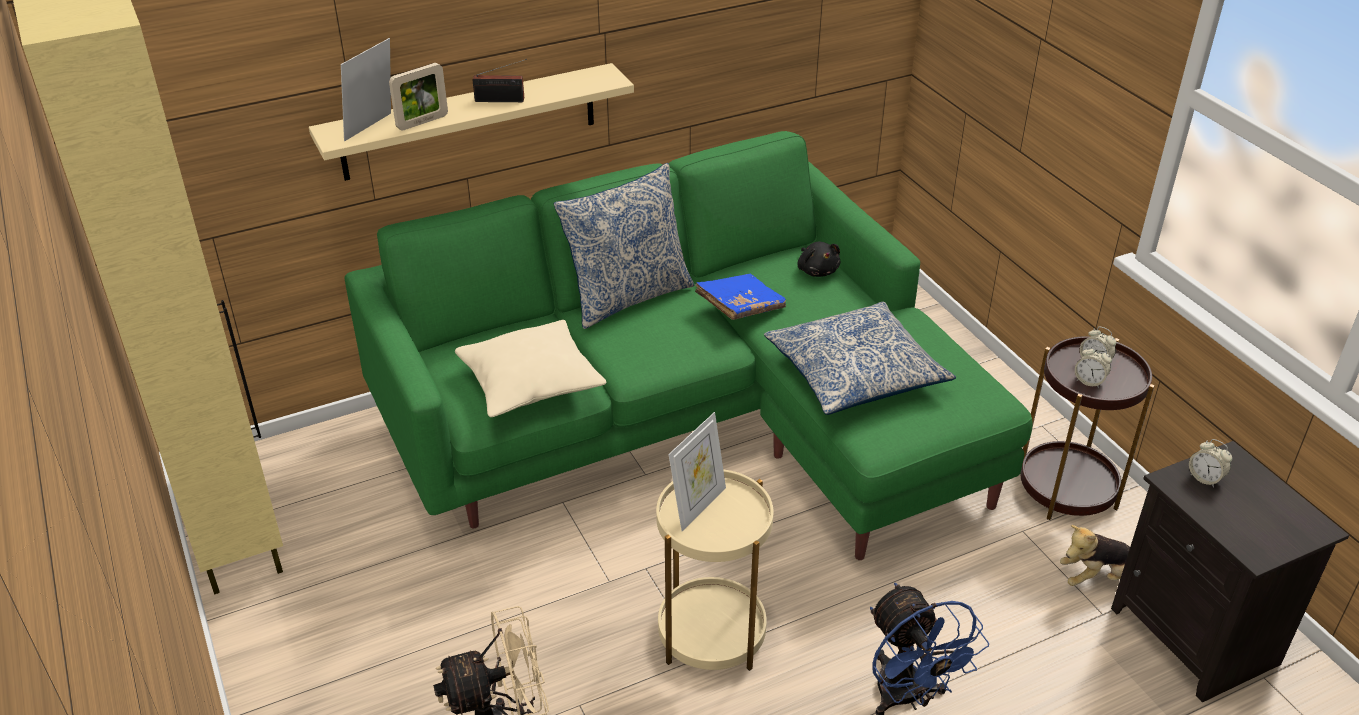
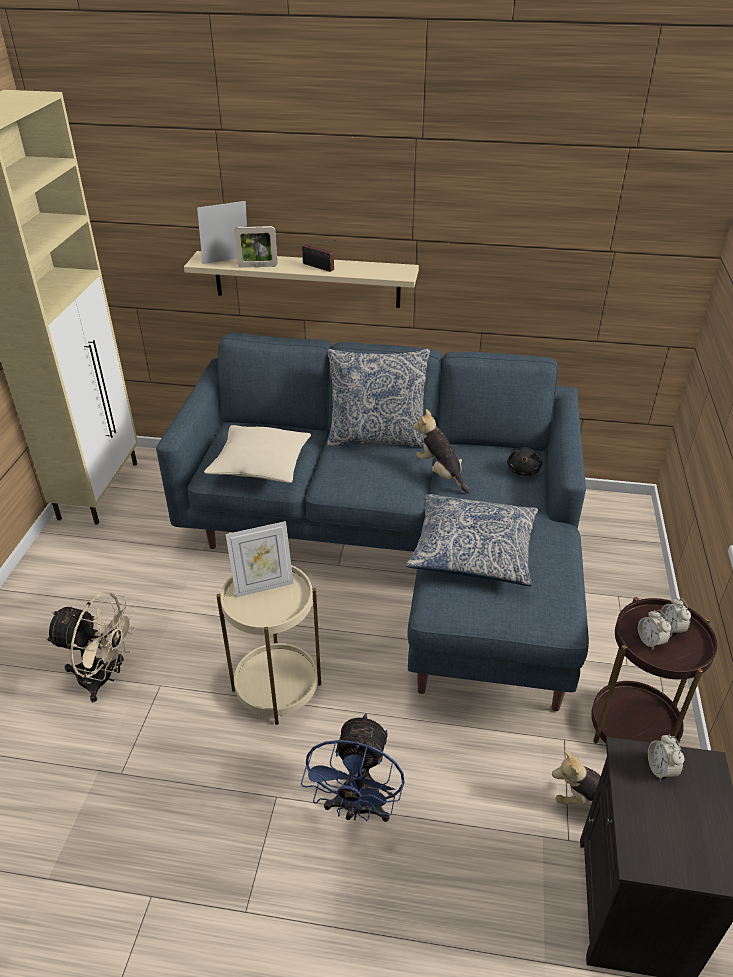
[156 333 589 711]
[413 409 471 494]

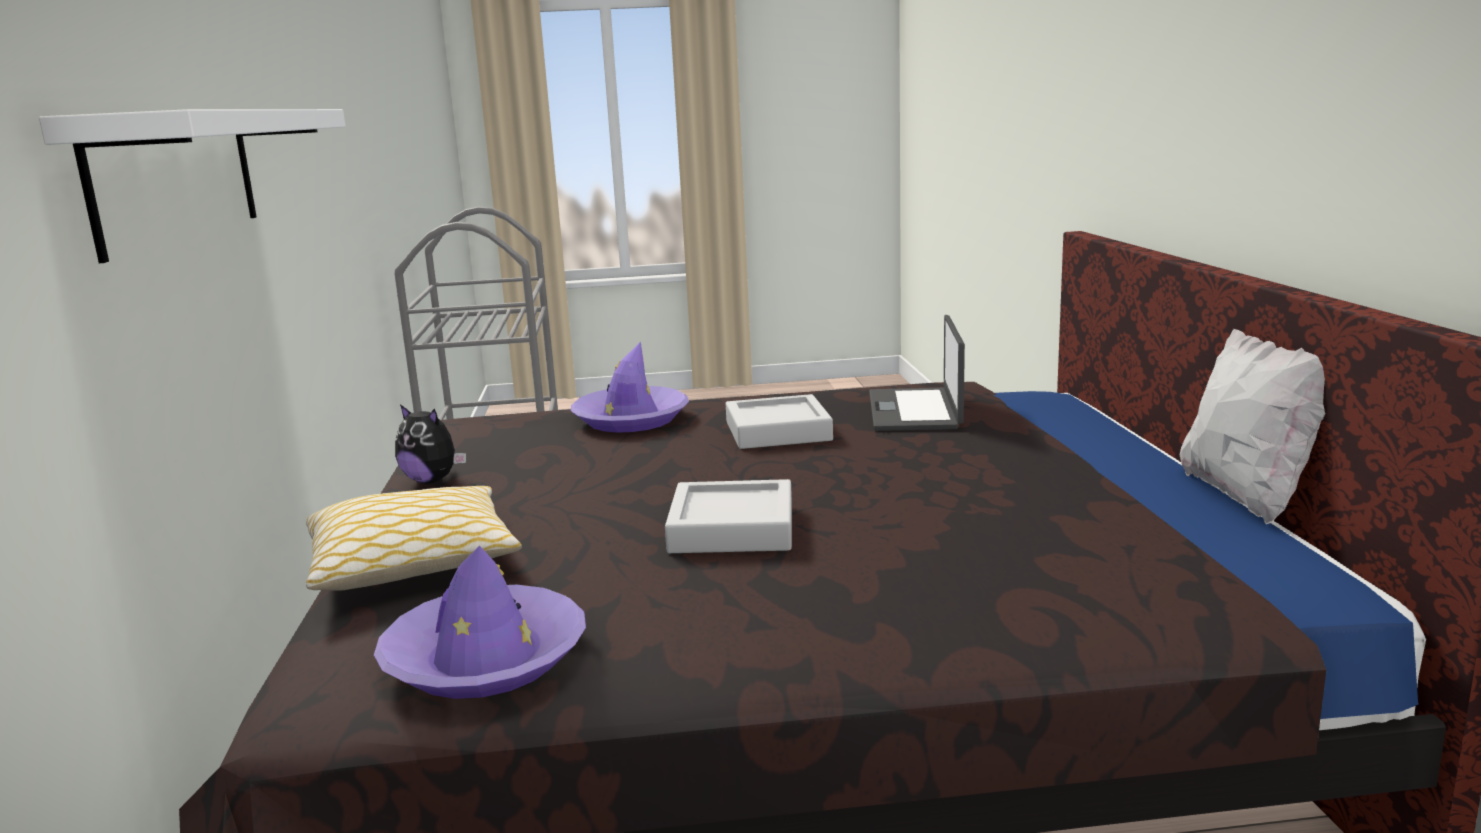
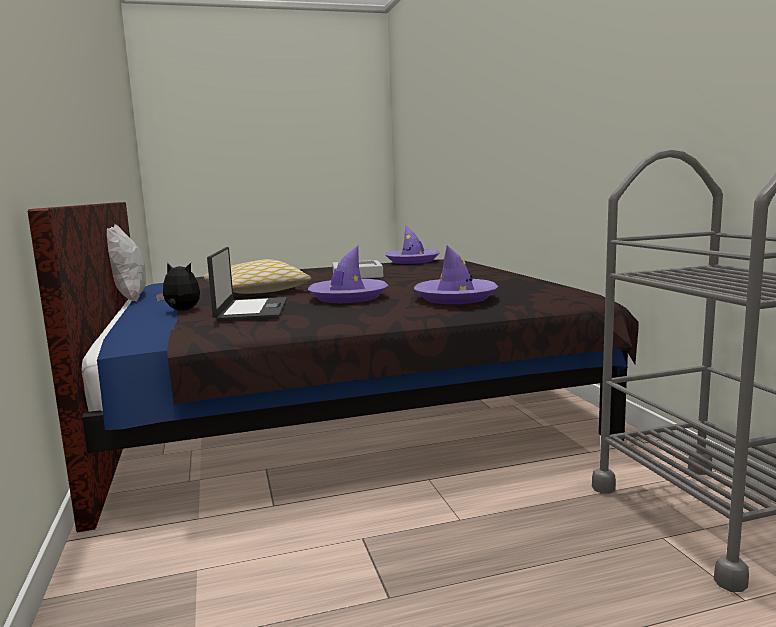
[156 262 200 311]
[204 259 311 294]
[308 246 388 303]
[39 109 345 263] (first image)

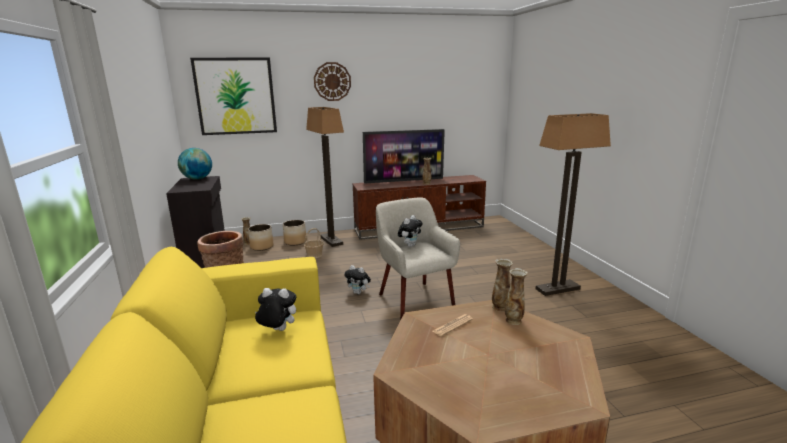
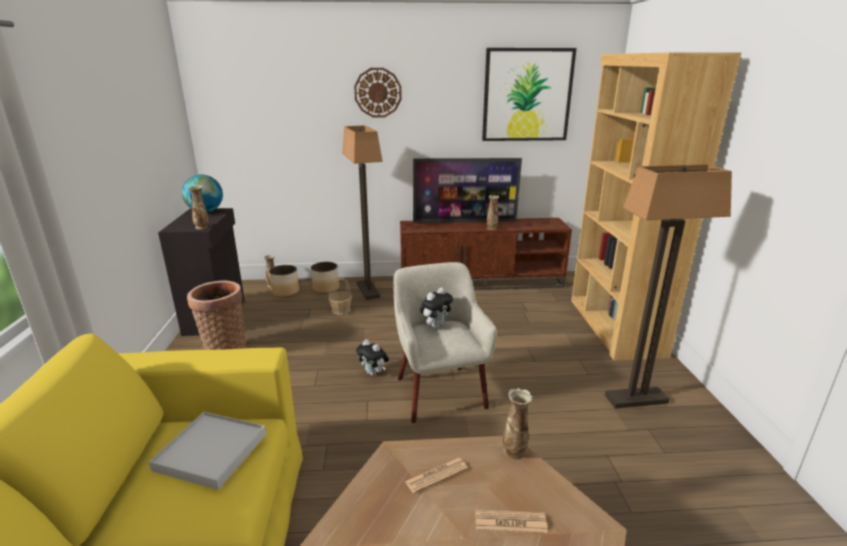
[149 412 266 490]
[188 186 208 229]
[475 510 548 533]
[482 48 576 141]
[571 52 741 361]

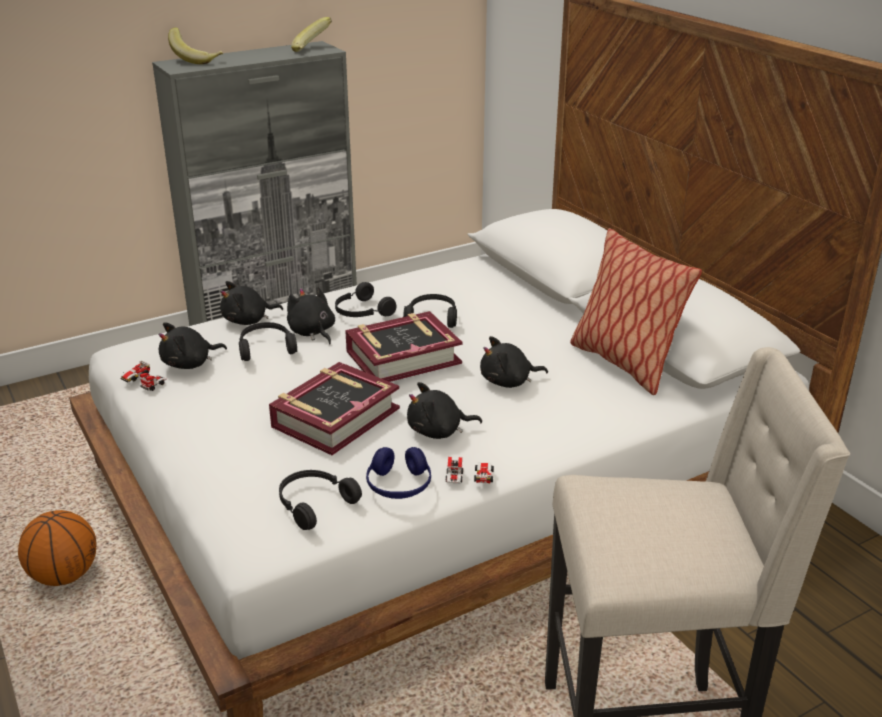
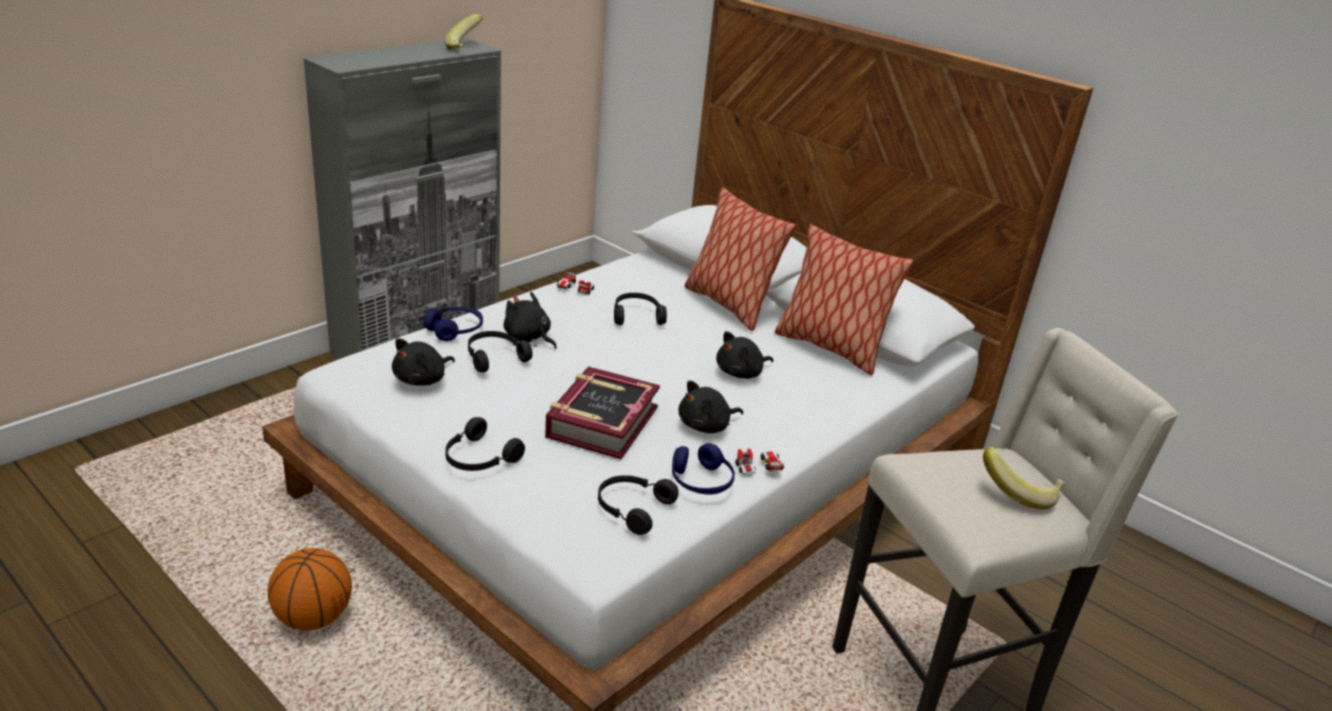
[424 307 483 341]
[445 417 525 471]
[557 272 595 295]
[685 188 797 331]
[983 447 1066 510]
[345 311 462 382] (first image)

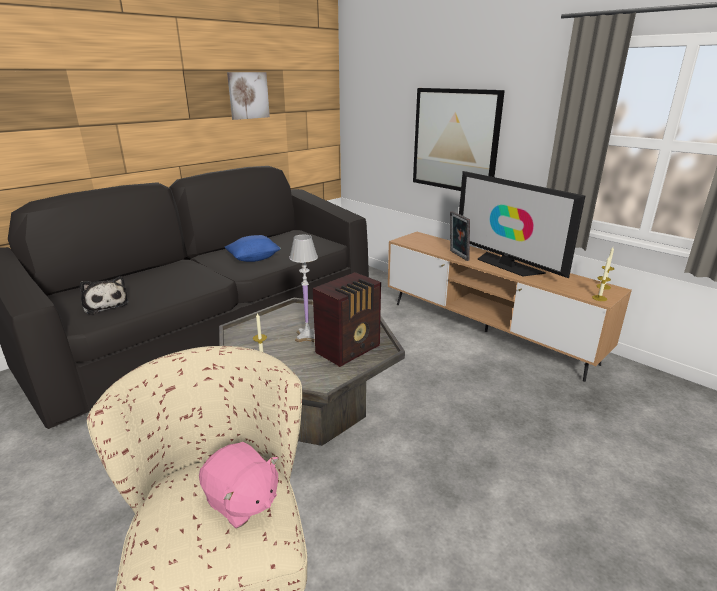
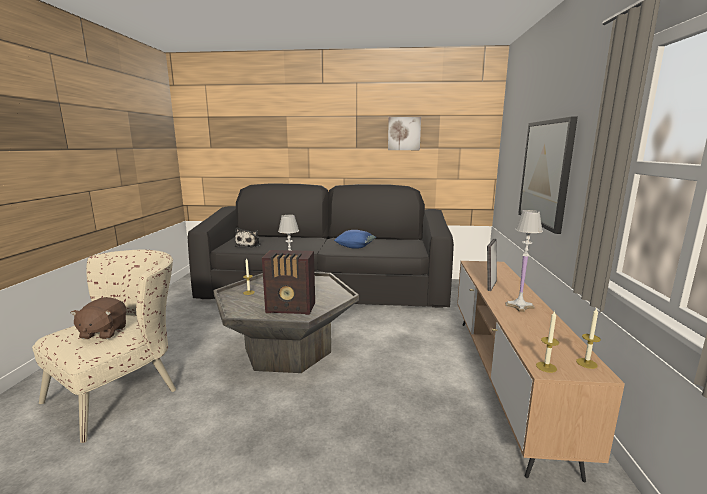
[70 297 127 339]
[505 210 543 312]

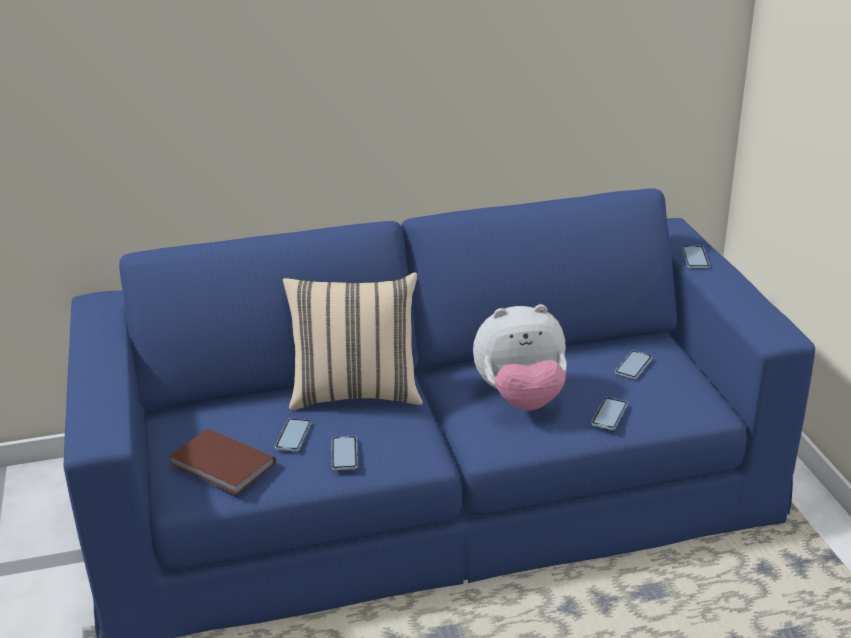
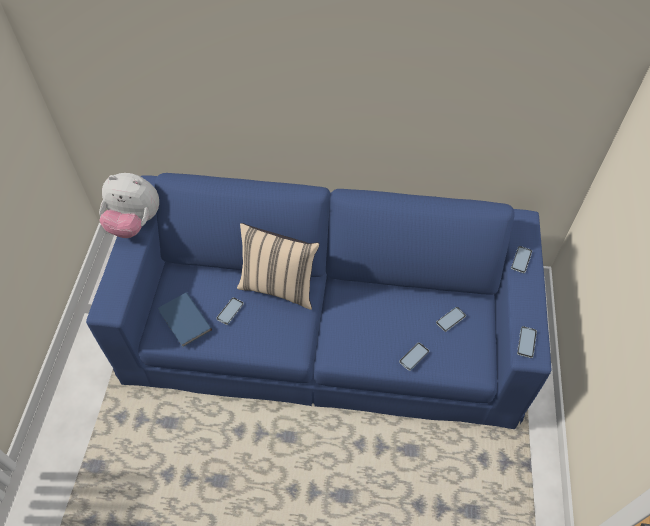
[99 173 159 238]
[158 293 212 347]
[517 326 537 358]

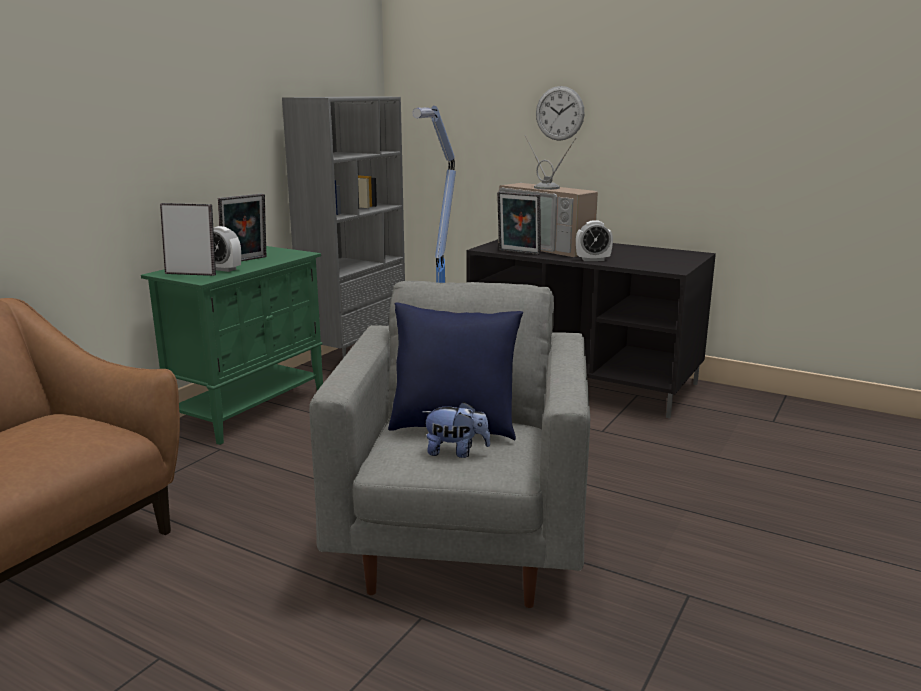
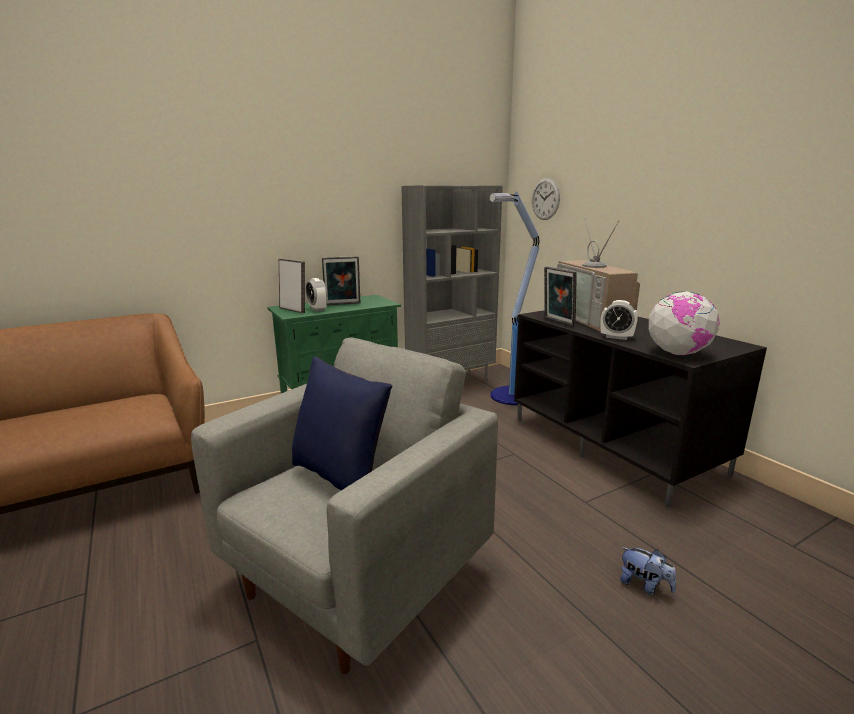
[532 178 560 220]
[620 547 676 595]
[649 291 719 355]

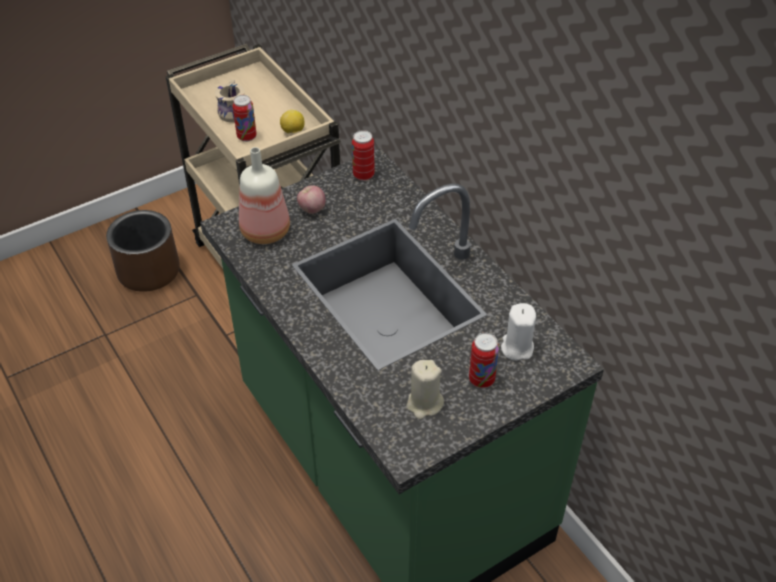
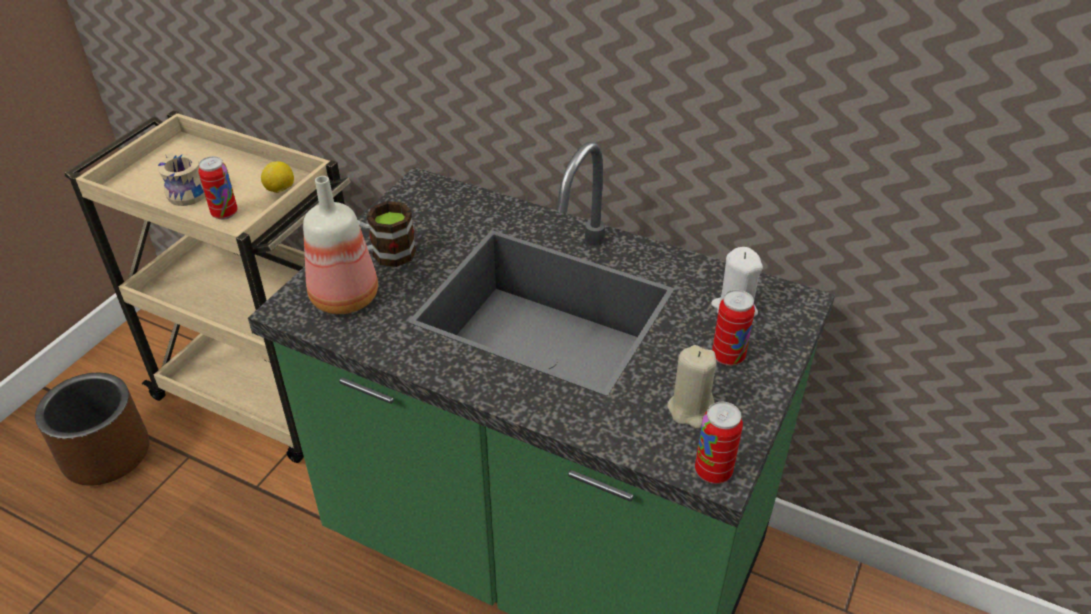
[358 201 417 267]
[695 402 743 484]

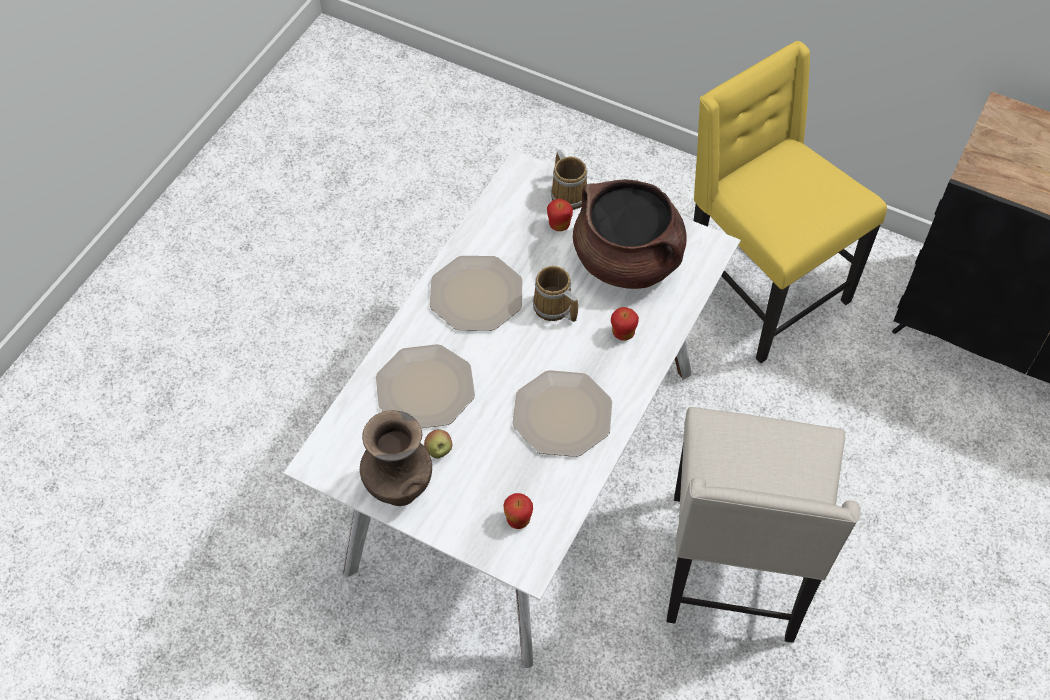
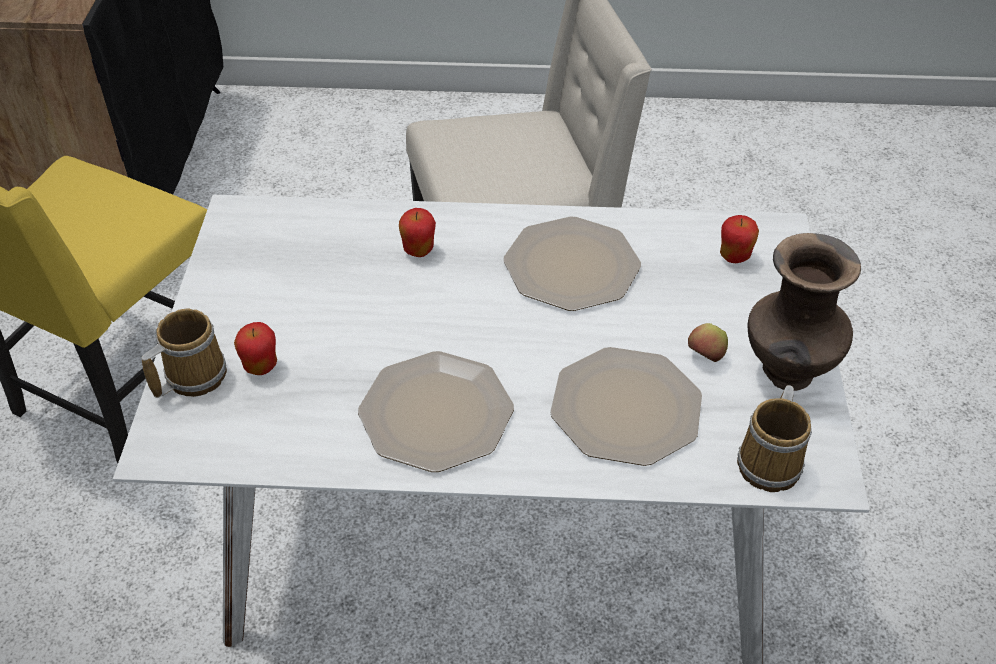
[737 385 812 492]
[573 179 687 289] (first image)

